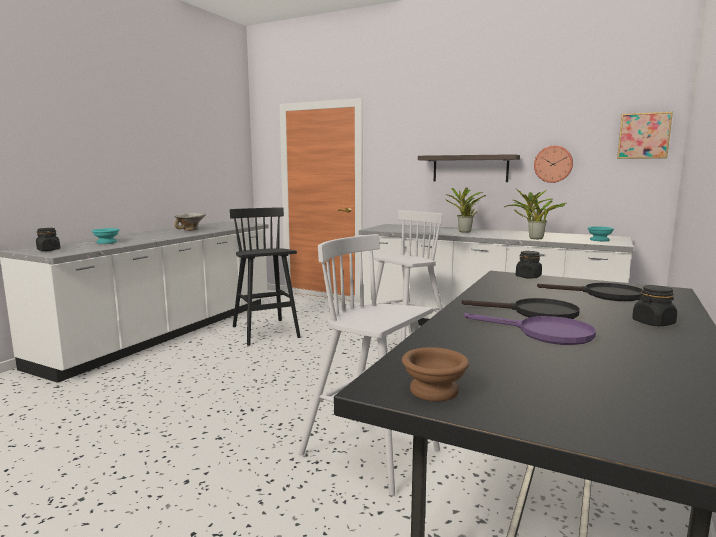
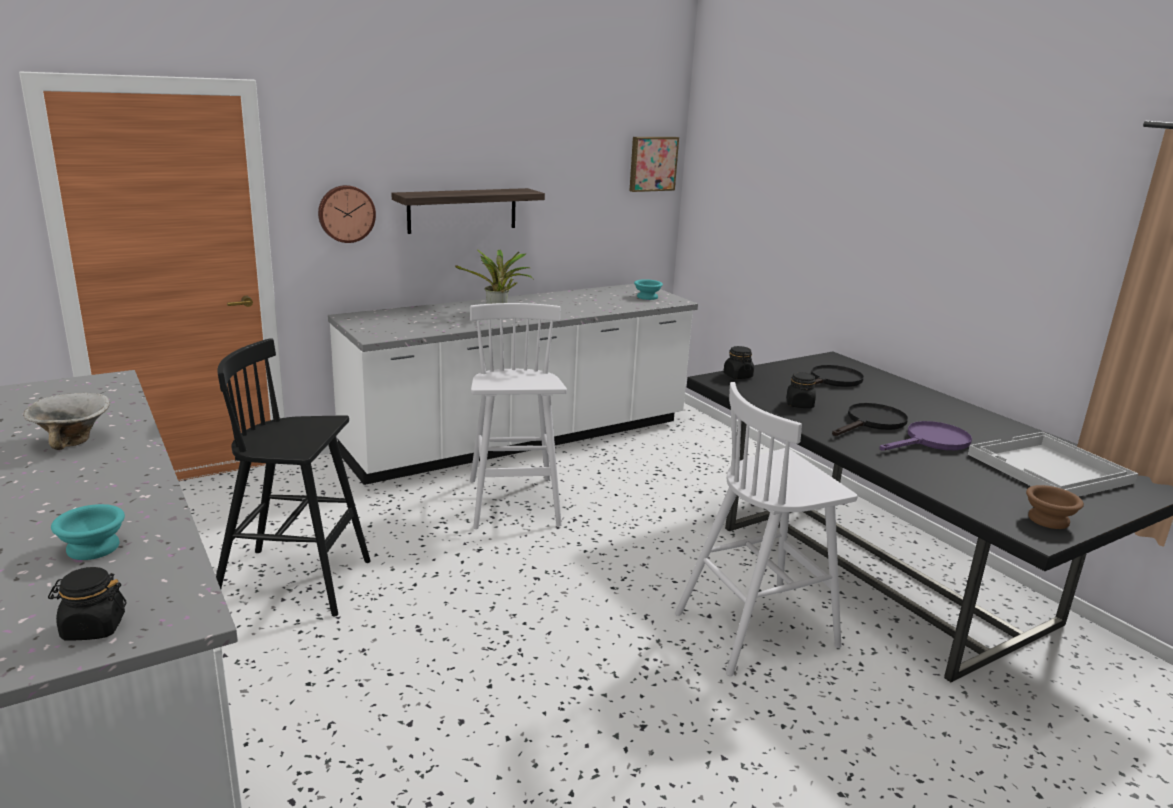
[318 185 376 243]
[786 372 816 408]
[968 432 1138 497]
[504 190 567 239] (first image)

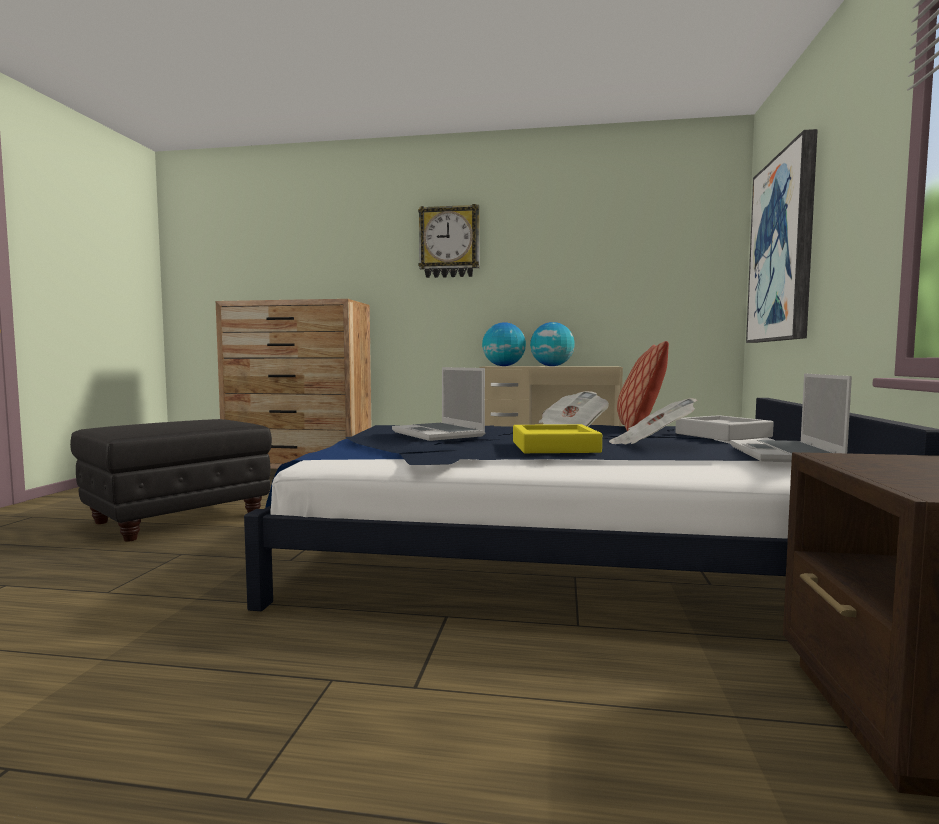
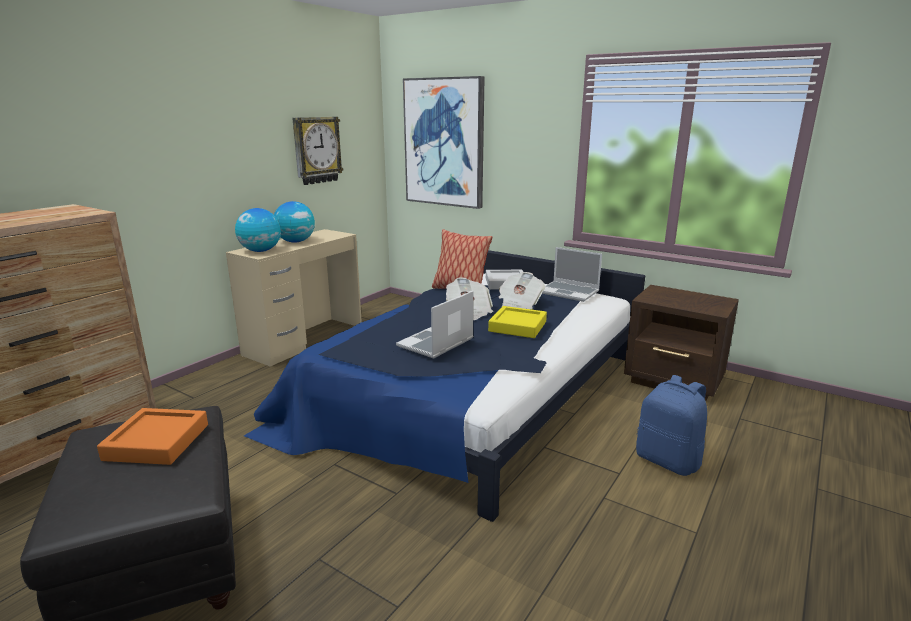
[97 408 208 465]
[292 117 343 185]
[396 291 473 359]
[636 375 707 476]

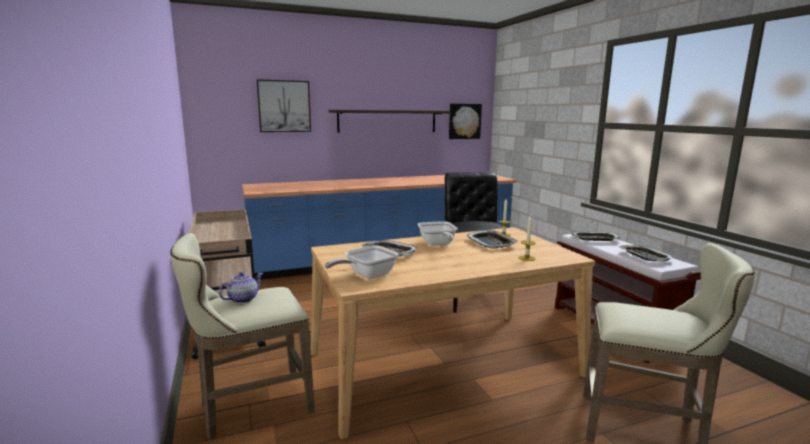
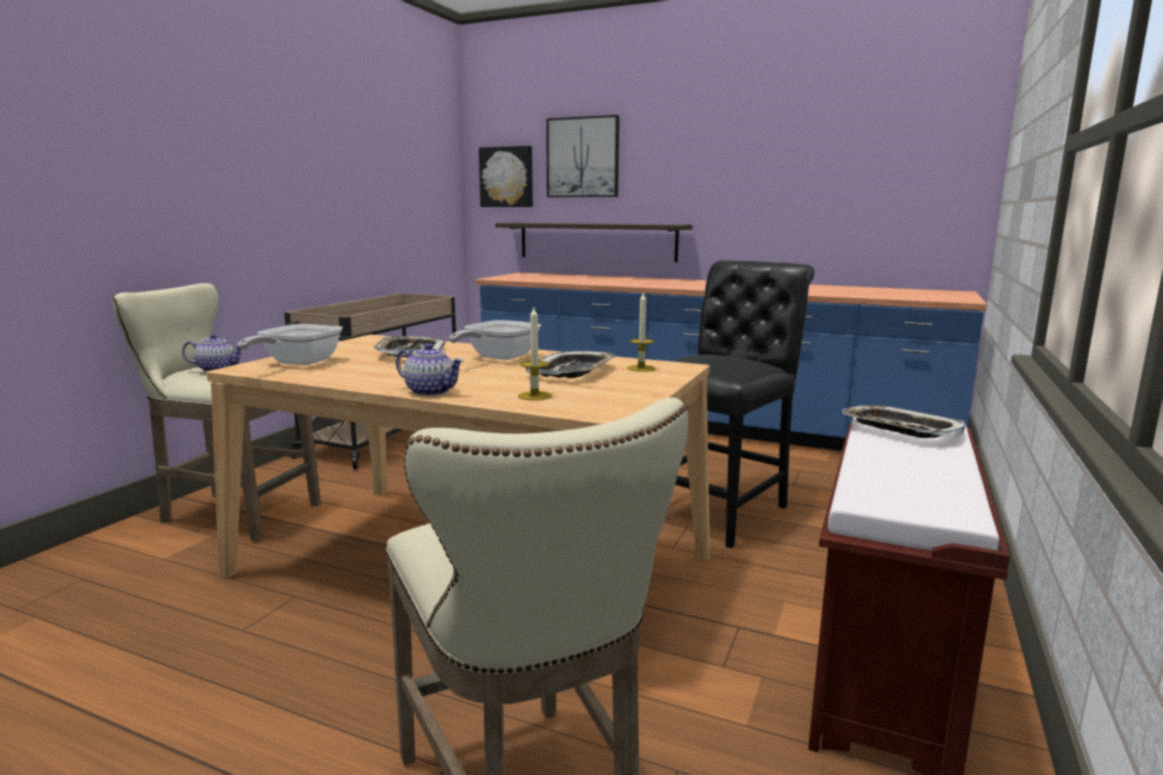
[238 324 343 365]
[396 343 464 396]
[479 146 533 207]
[495 223 693 262]
[618 245 675 262] (first image)

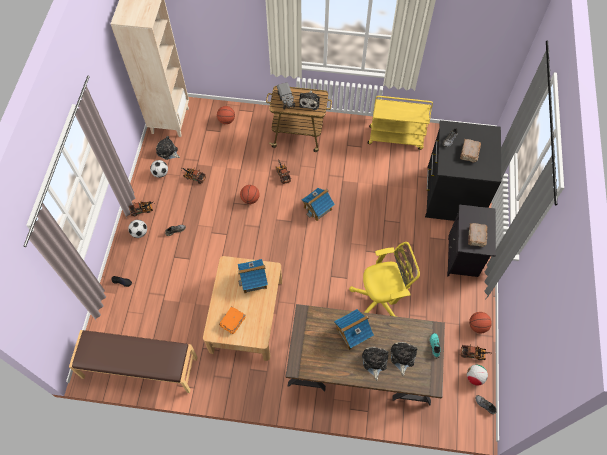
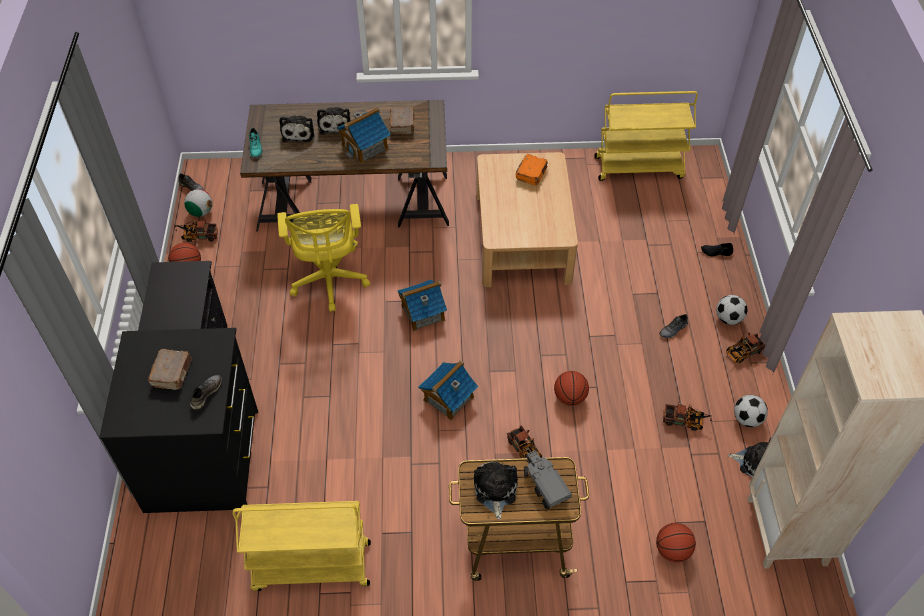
[277 204 370 312]
[389 106 414 134]
[397 280 447 331]
[594 91 698 181]

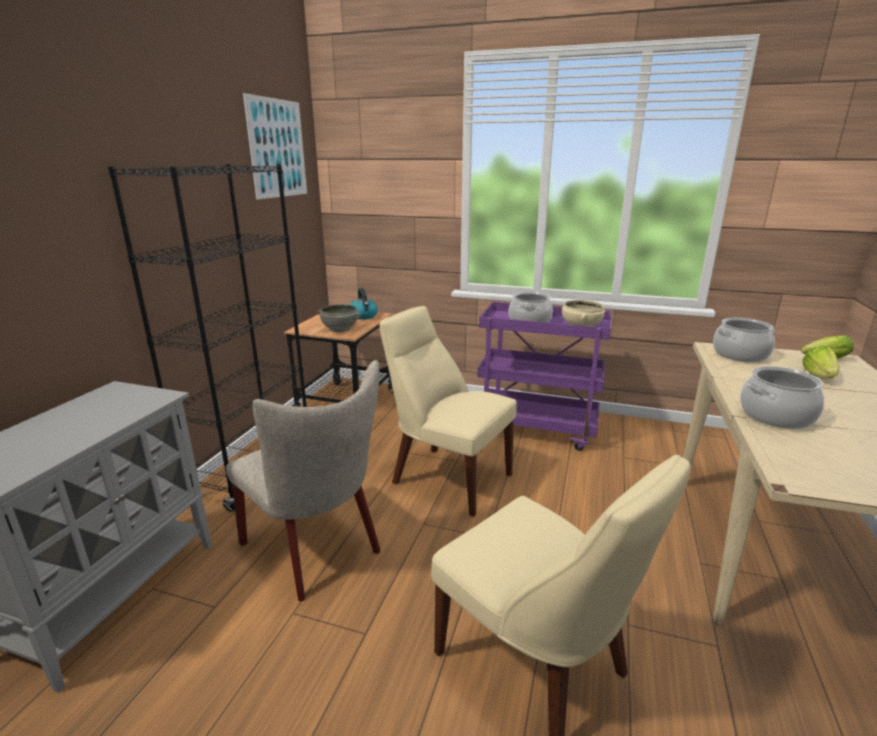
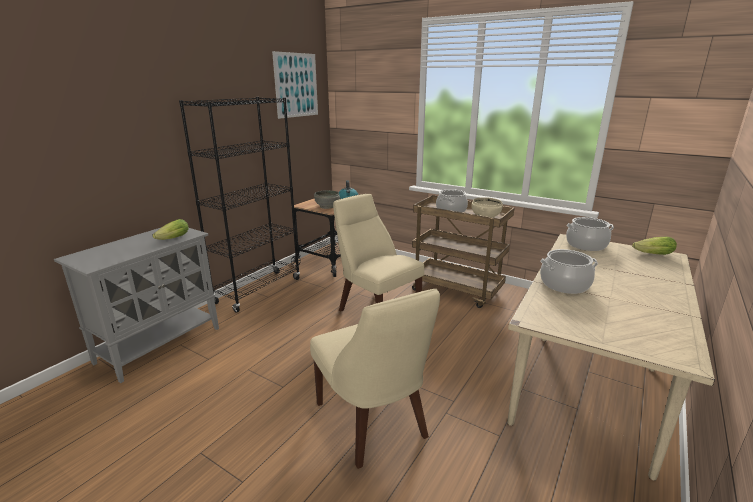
[153 219 189 240]
[412 195 514 308]
[226 360 381 601] (first image)

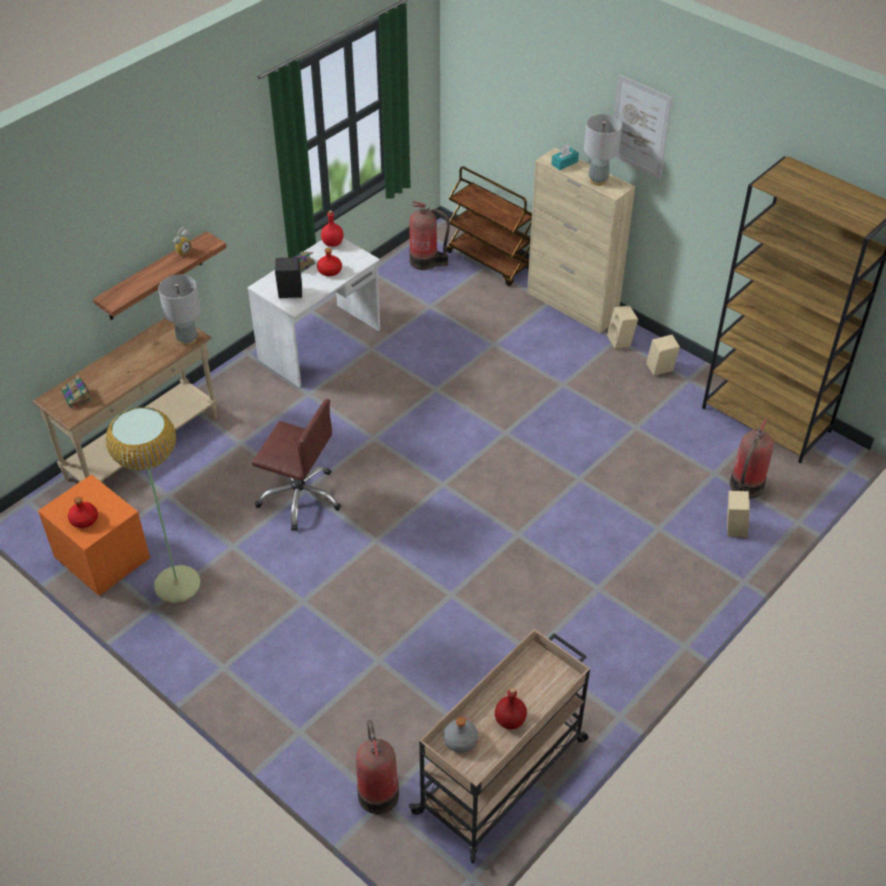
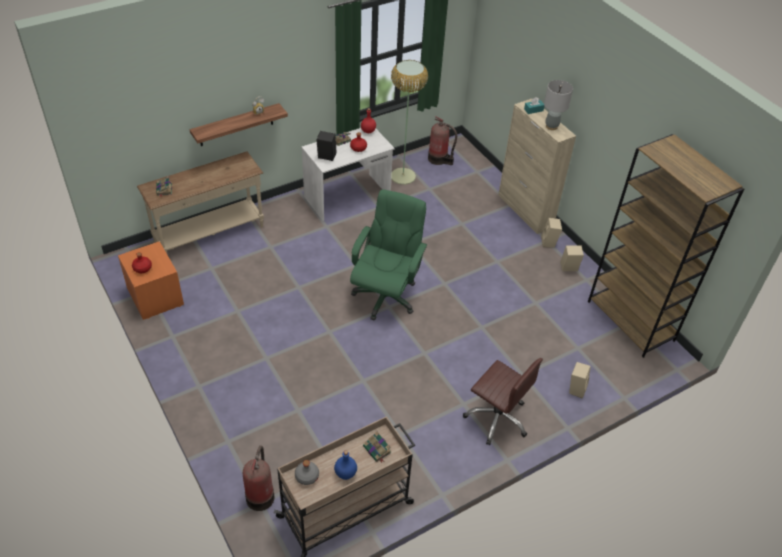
[334 450 357 480]
[350 190 428 320]
[363 432 392 463]
[391 60 428 185]
[463 358 543 445]
[158 275 201 346] (first image)
[447 166 532 286] (first image)
[614 74 673 179] (first image)
[730 419 774 498] (first image)

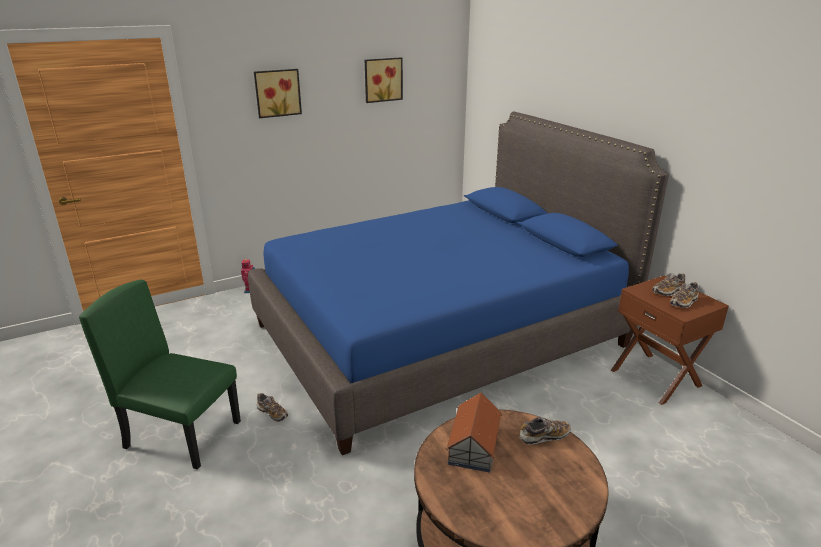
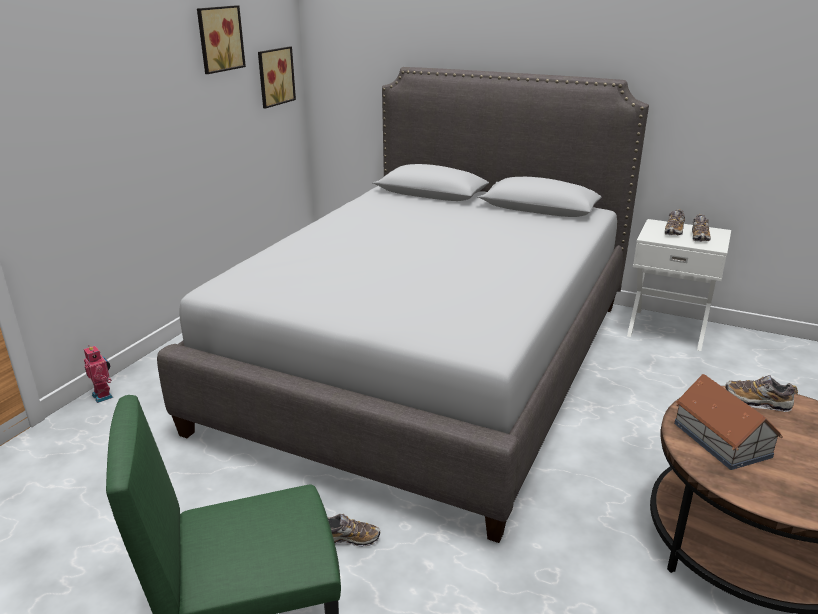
[157 67 649 543]
[258 47 296 108]
[627 219 731 351]
[725 375 798 412]

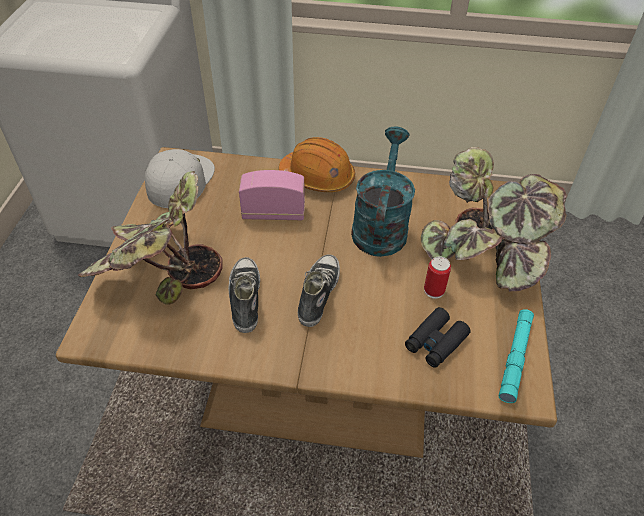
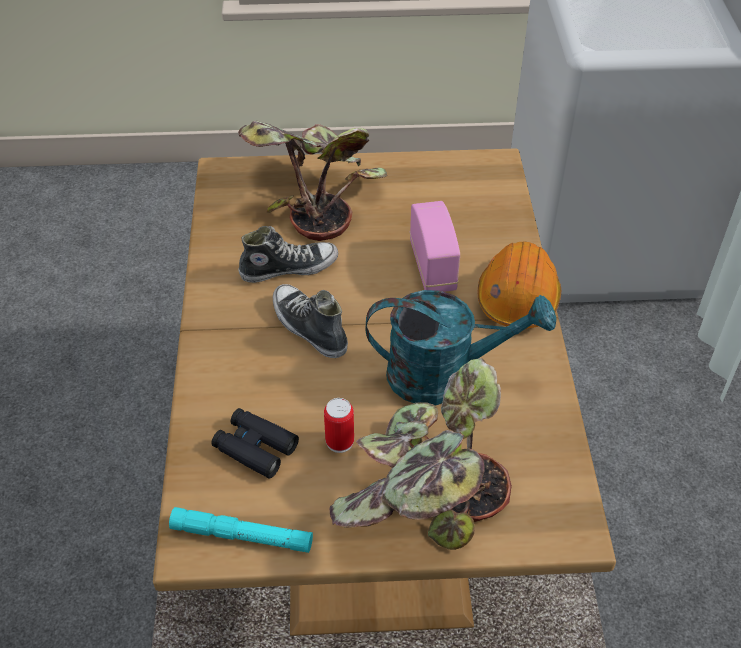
[273 284 348 358]
[145 149 215 208] (first image)

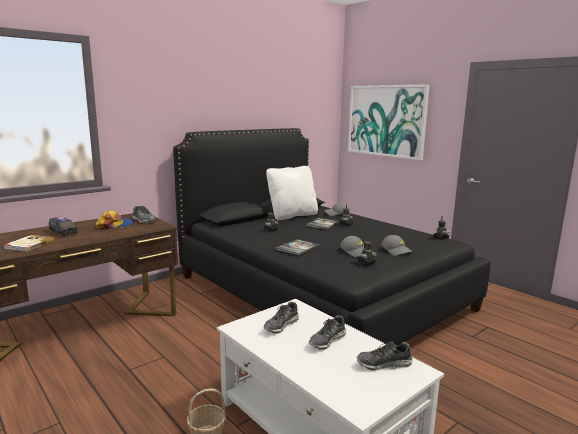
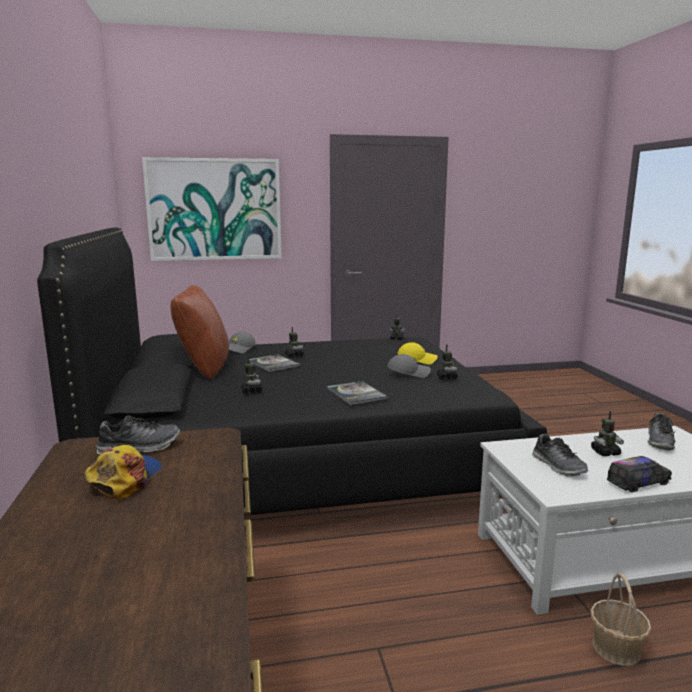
[171 285 229 379]
[398 342 438 365]
[591 411 624 456]
[607 456 672 492]
[4 235 55 252] (first image)

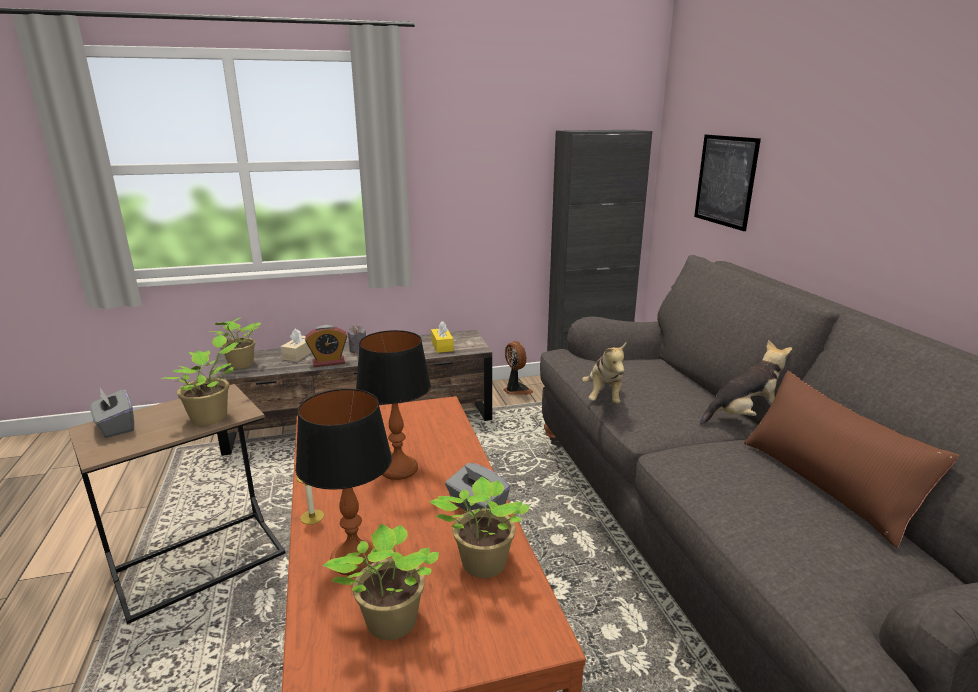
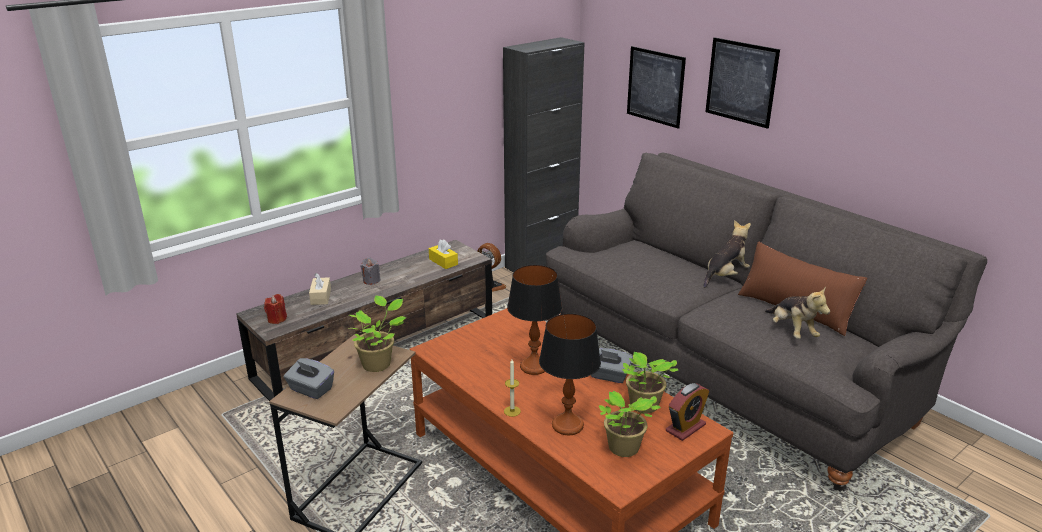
[264 294 287 324]
[666 383 709 441]
[705 37 780 129]
[765 286 830 339]

